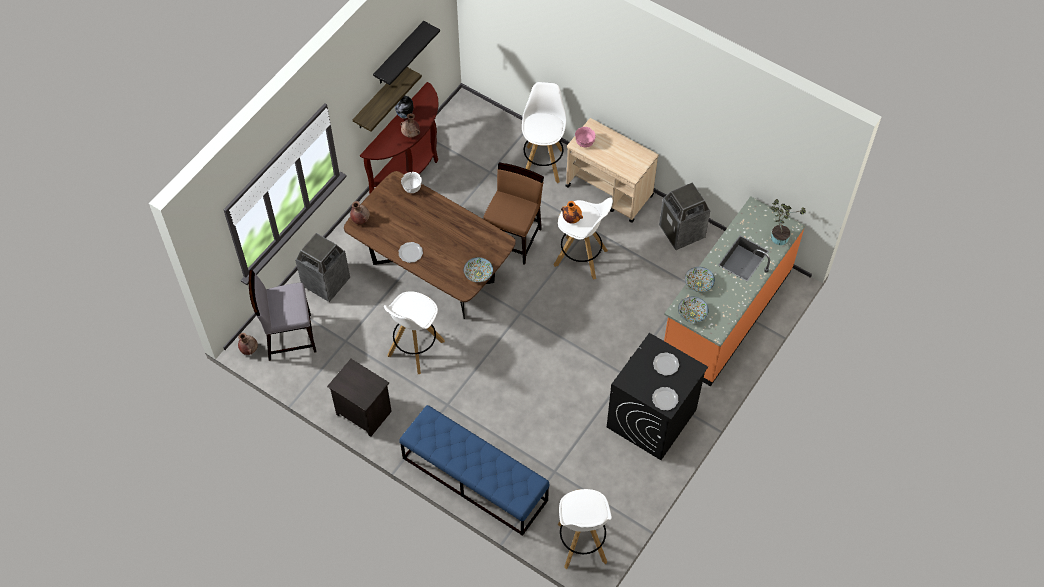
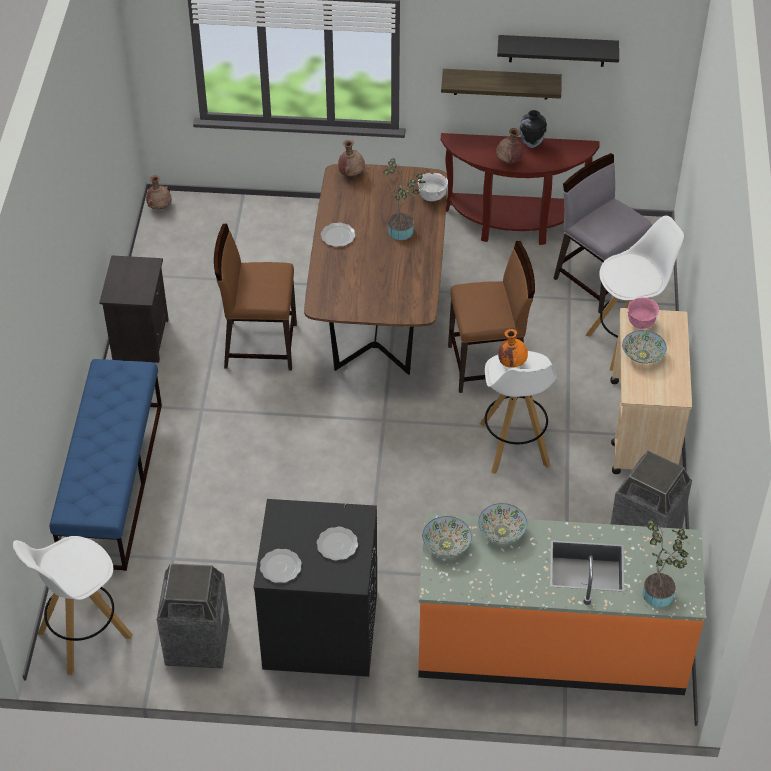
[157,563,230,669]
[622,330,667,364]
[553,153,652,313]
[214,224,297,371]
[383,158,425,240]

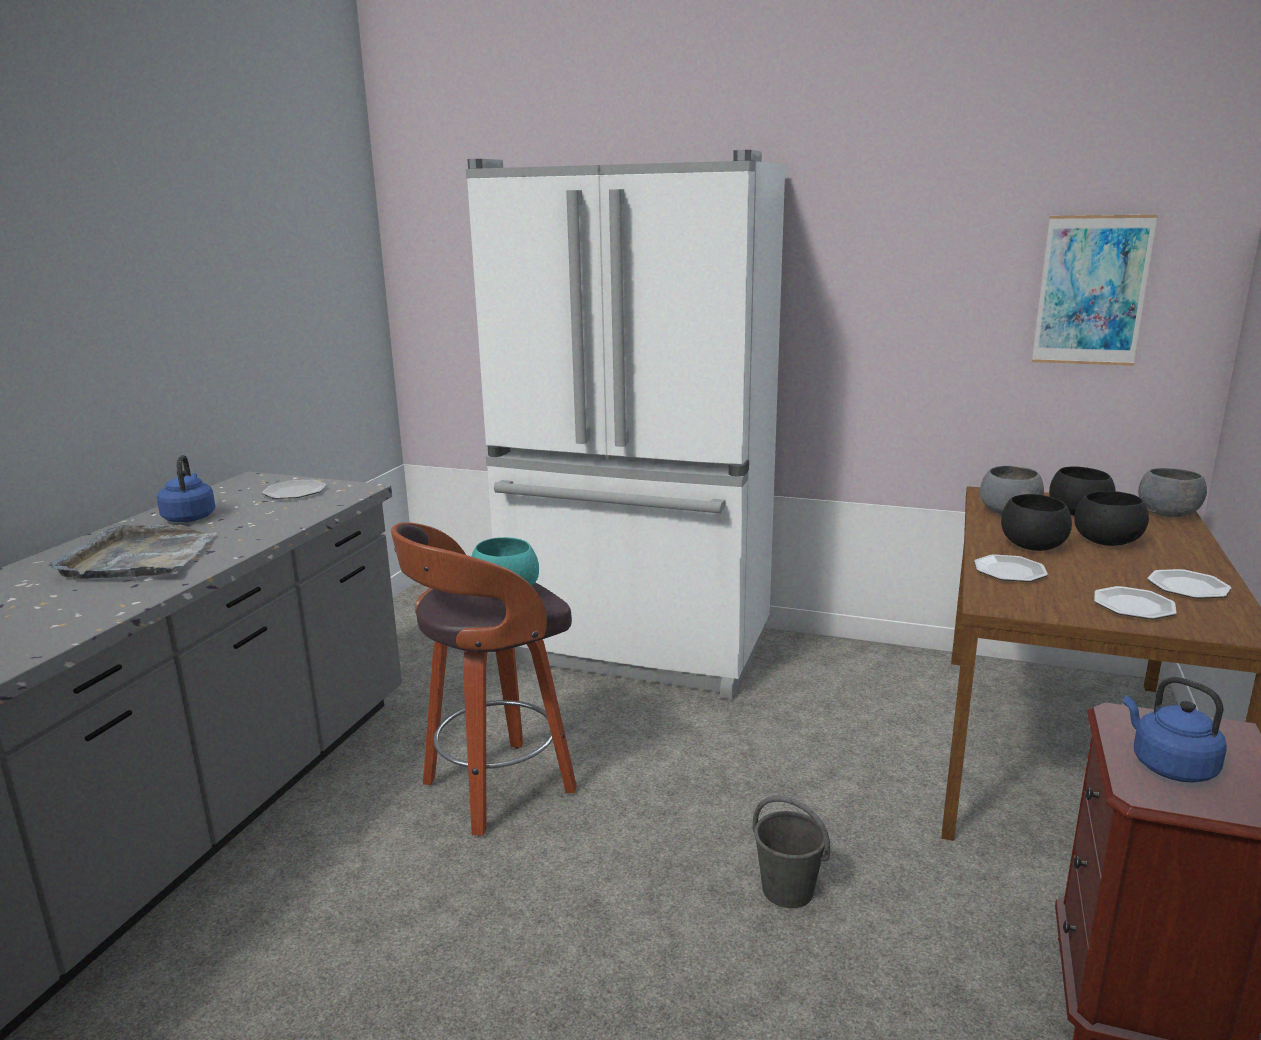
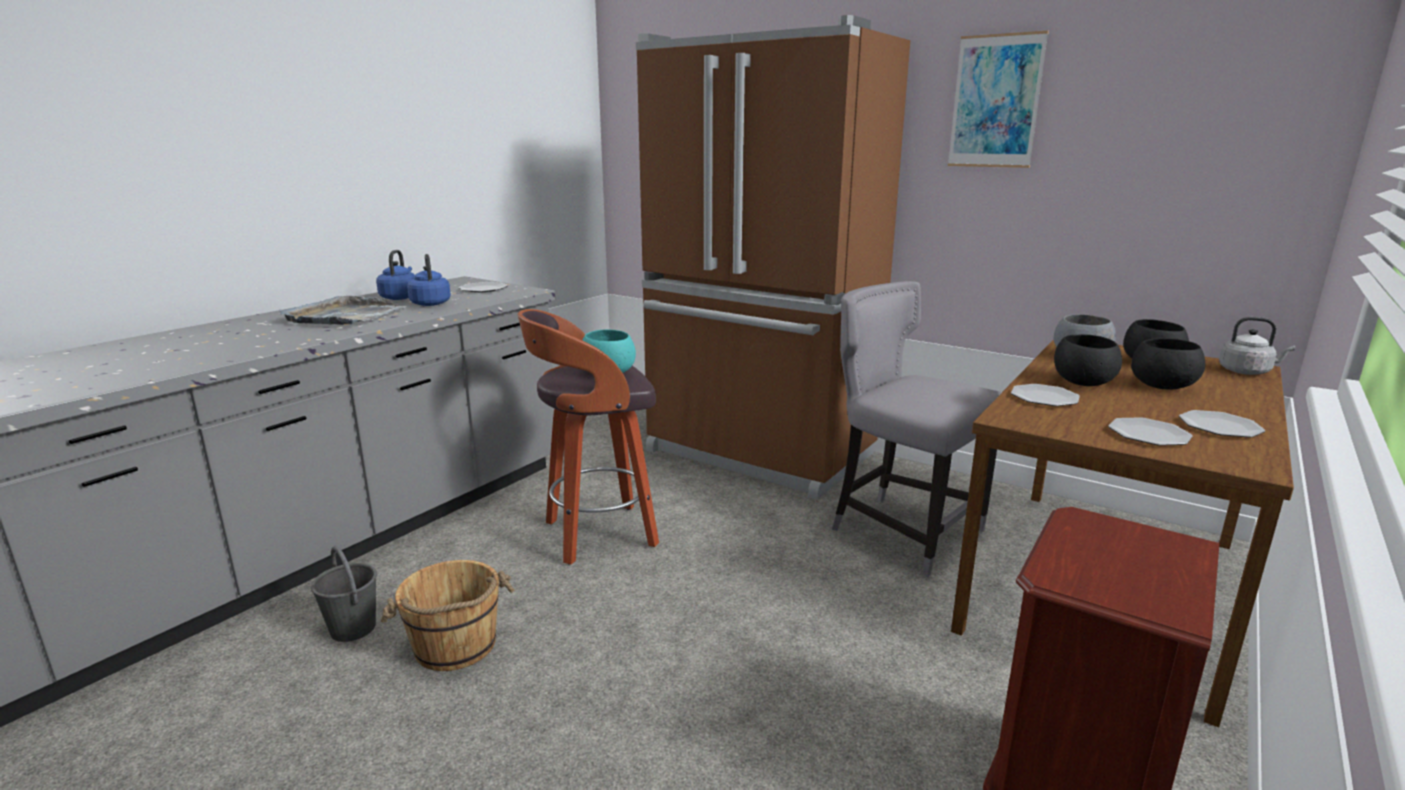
[636,15,910,500]
[948,31,1049,168]
[1219,317,1296,375]
[407,254,451,306]
[311,546,377,642]
[832,281,1002,577]
[381,560,514,671]

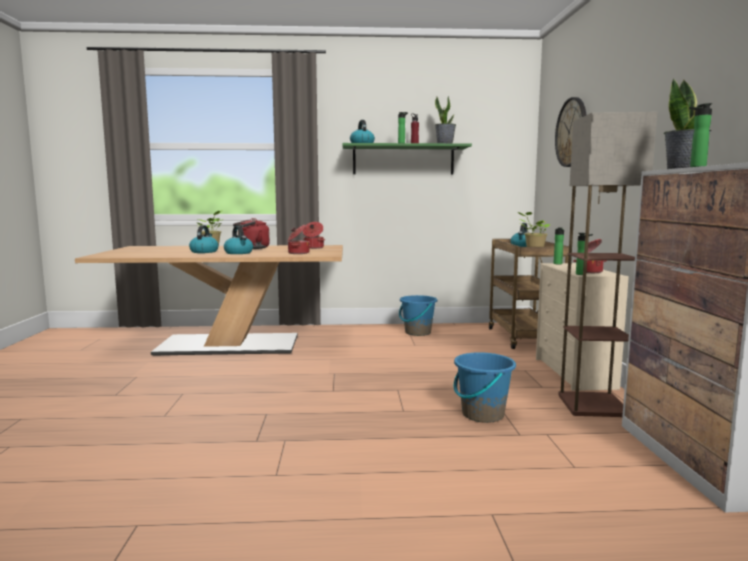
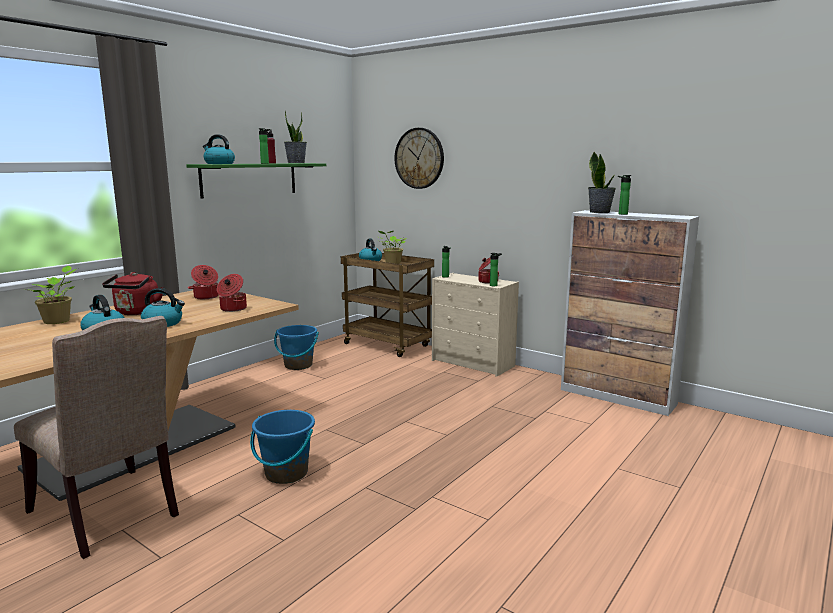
[558,112,657,417] (first image)
[250,410,315,484]
[14,316,179,559]

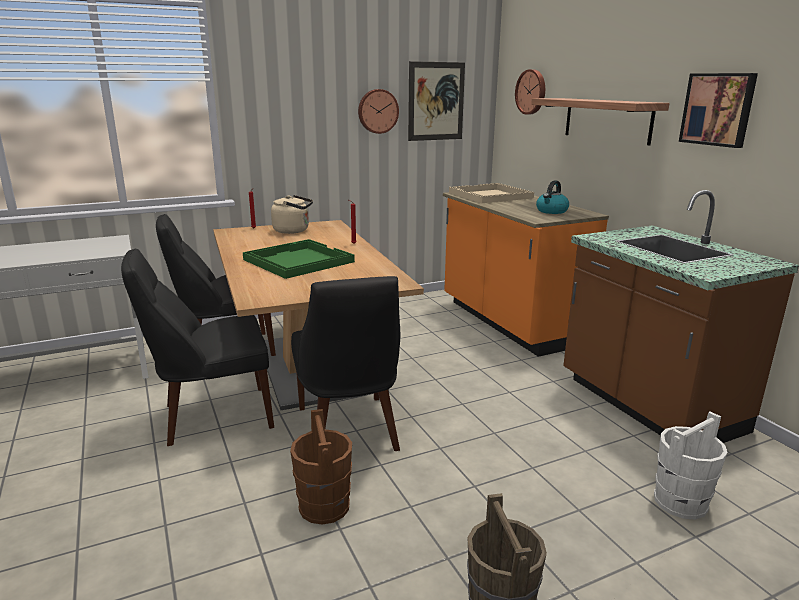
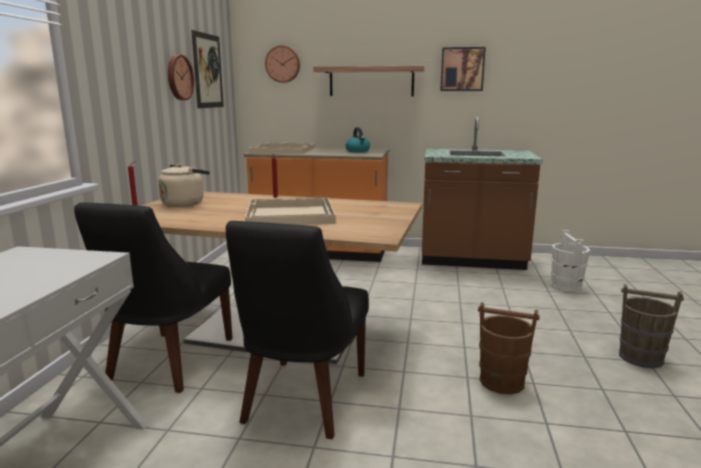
[245,197,336,225]
[291,276,400,451] (first image)

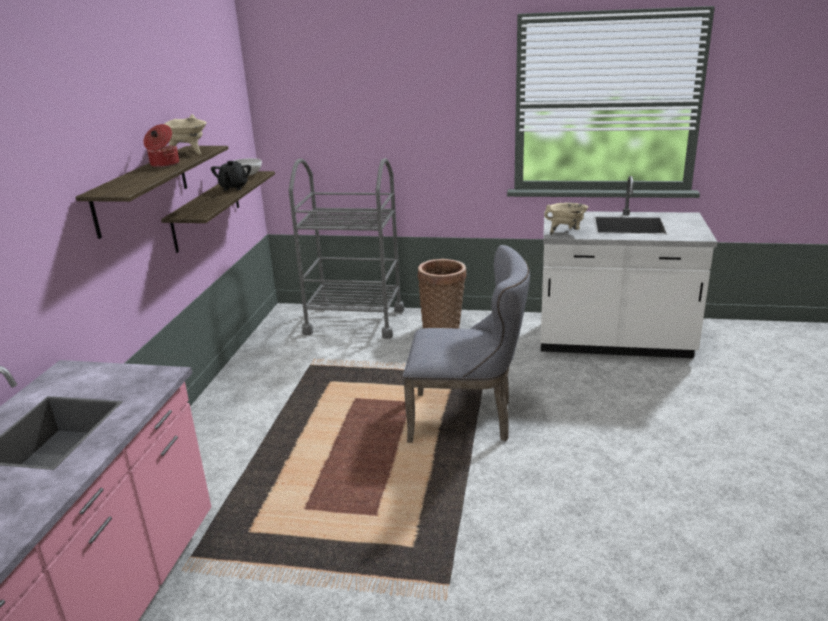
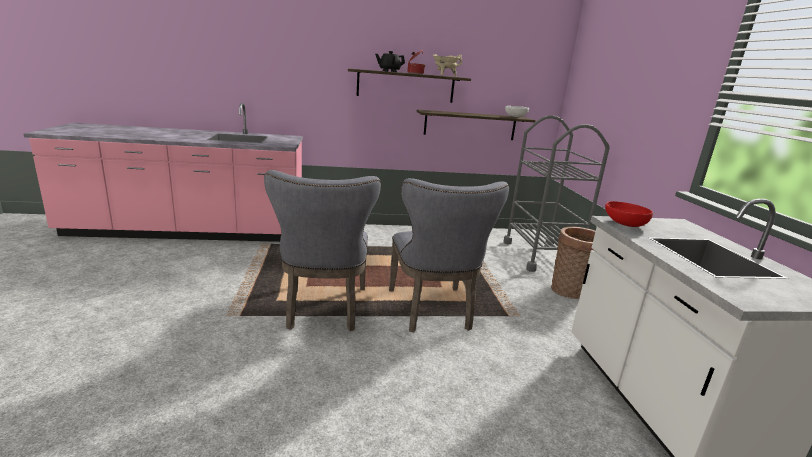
[375,51,405,72]
[605,201,653,227]
[264,170,381,331]

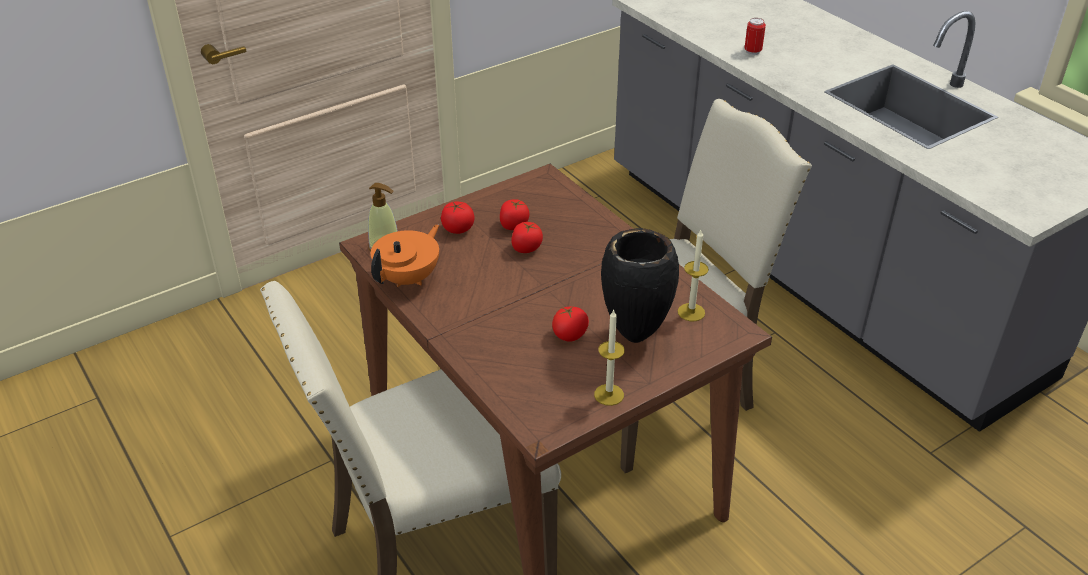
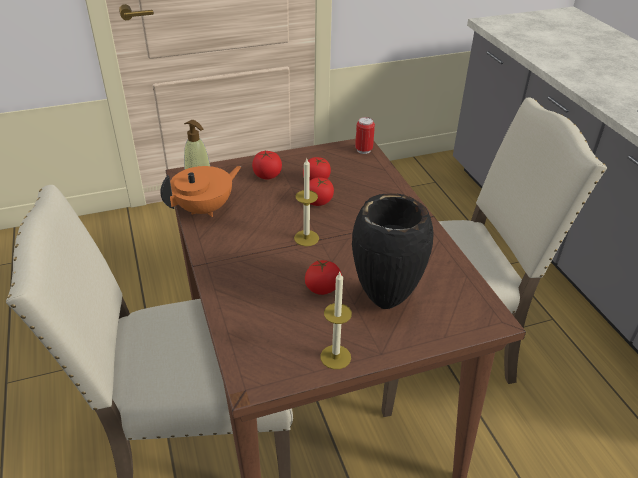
[355,117,375,154]
[294,159,319,246]

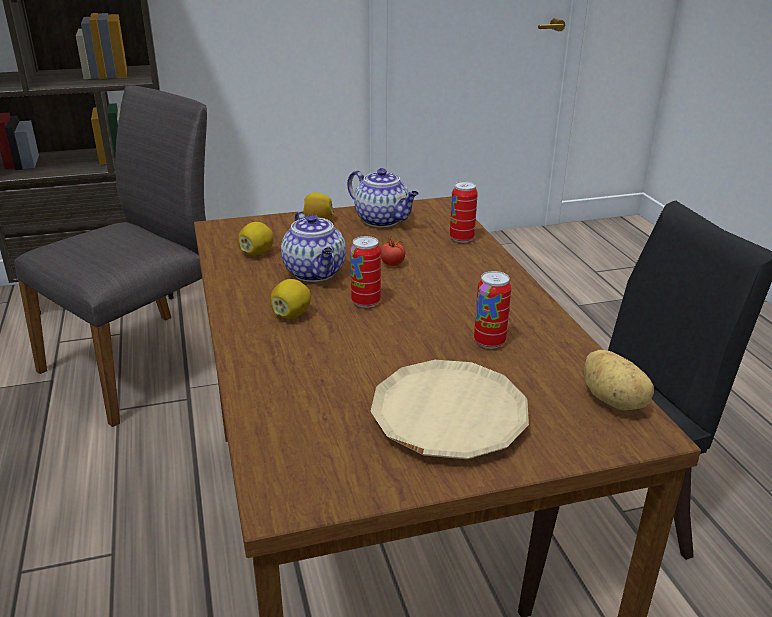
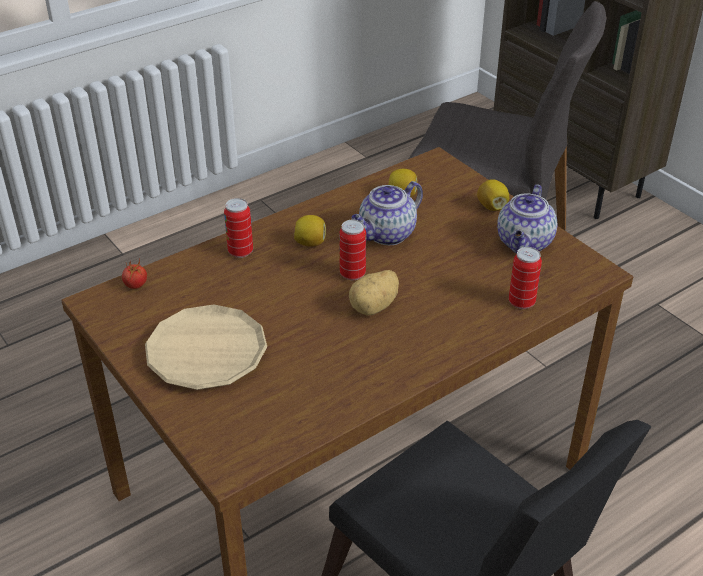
[122,259,147,289]
[224,198,253,258]
[349,270,399,315]

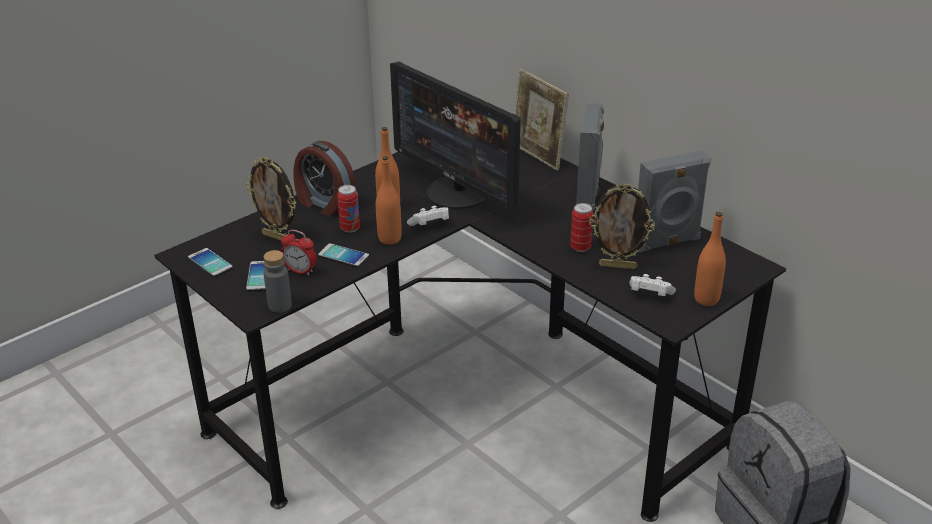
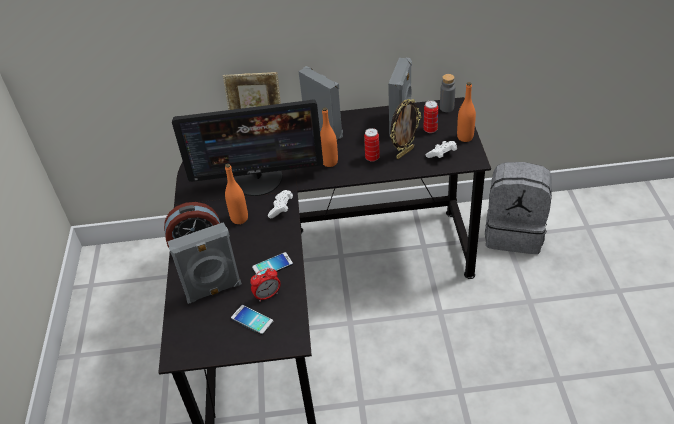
[320,107,338,167]
[167,222,242,304]
[424,100,438,133]
[188,248,233,277] (first image)
[440,74,455,112]

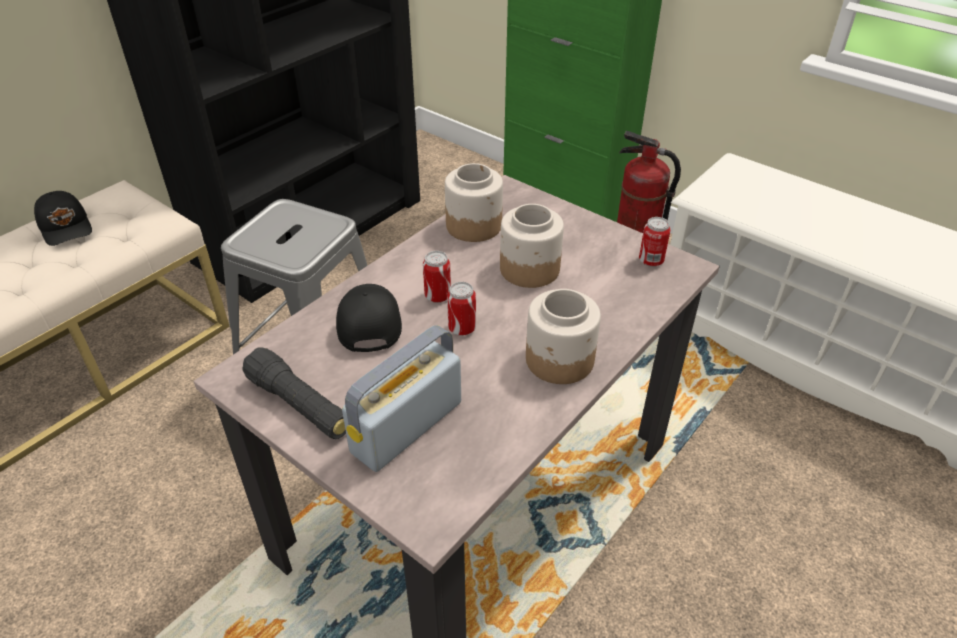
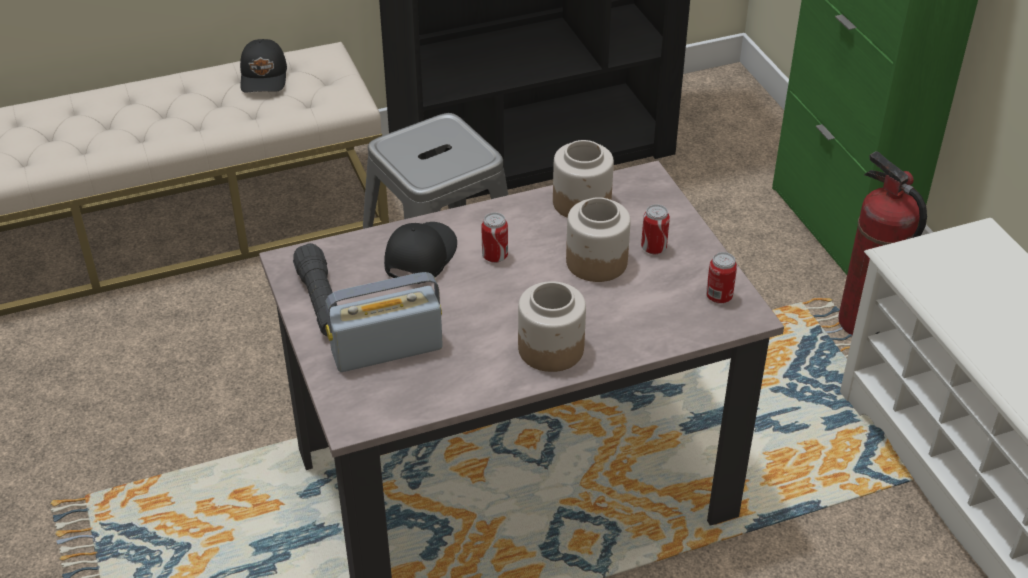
[641,204,670,254]

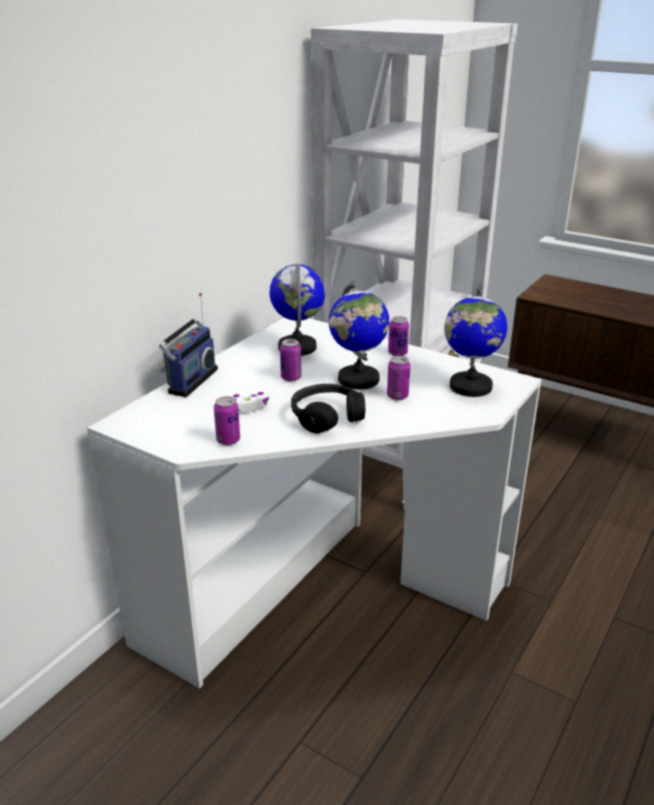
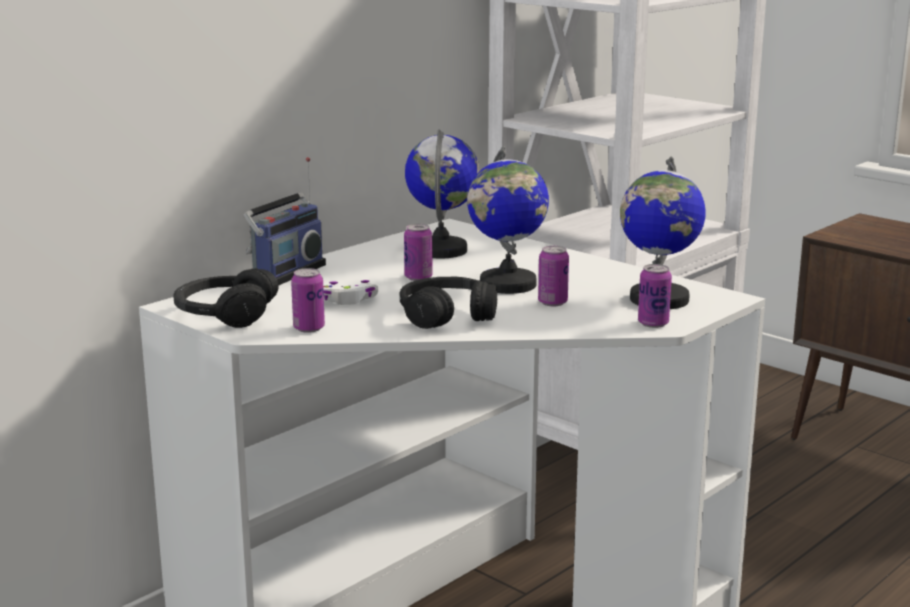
[638,264,672,328]
[173,268,278,328]

